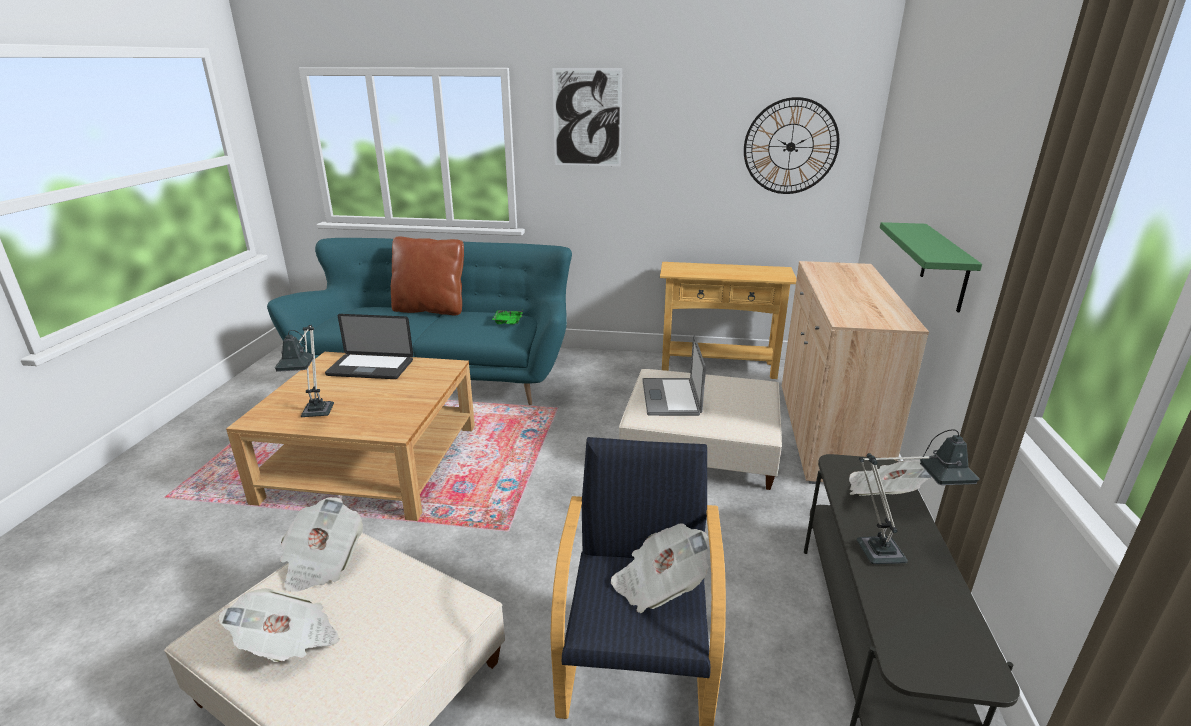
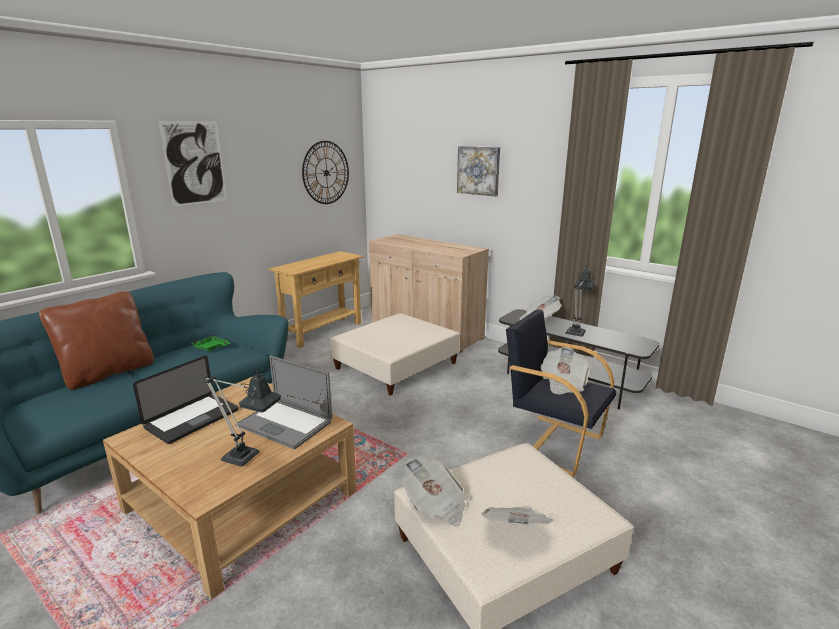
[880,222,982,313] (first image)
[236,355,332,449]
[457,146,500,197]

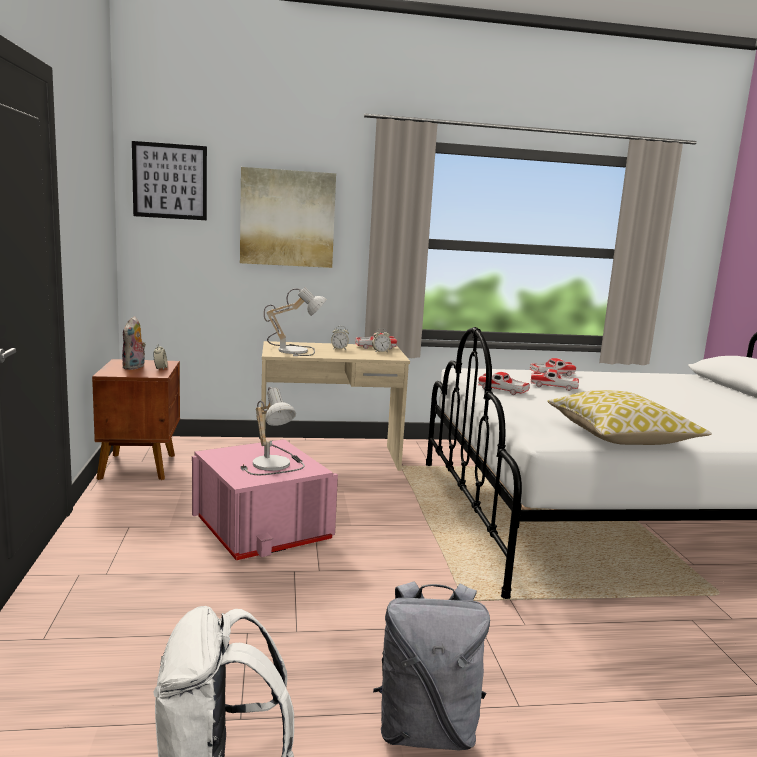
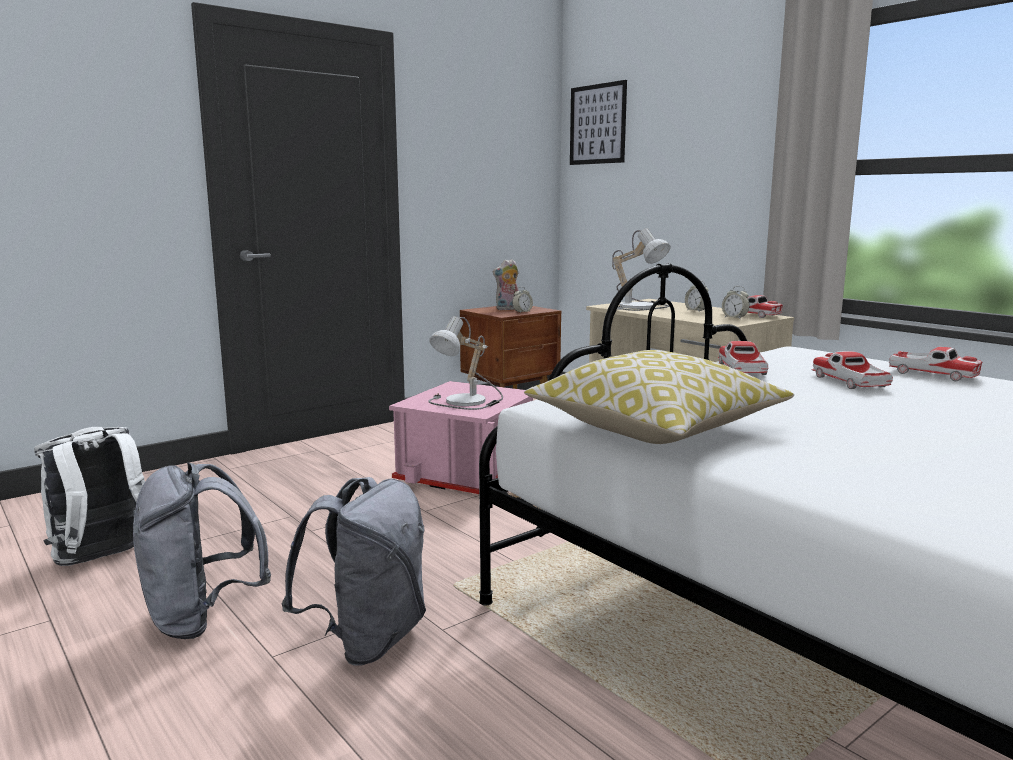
[240,167,336,268] (first image)
[282,477,426,666]

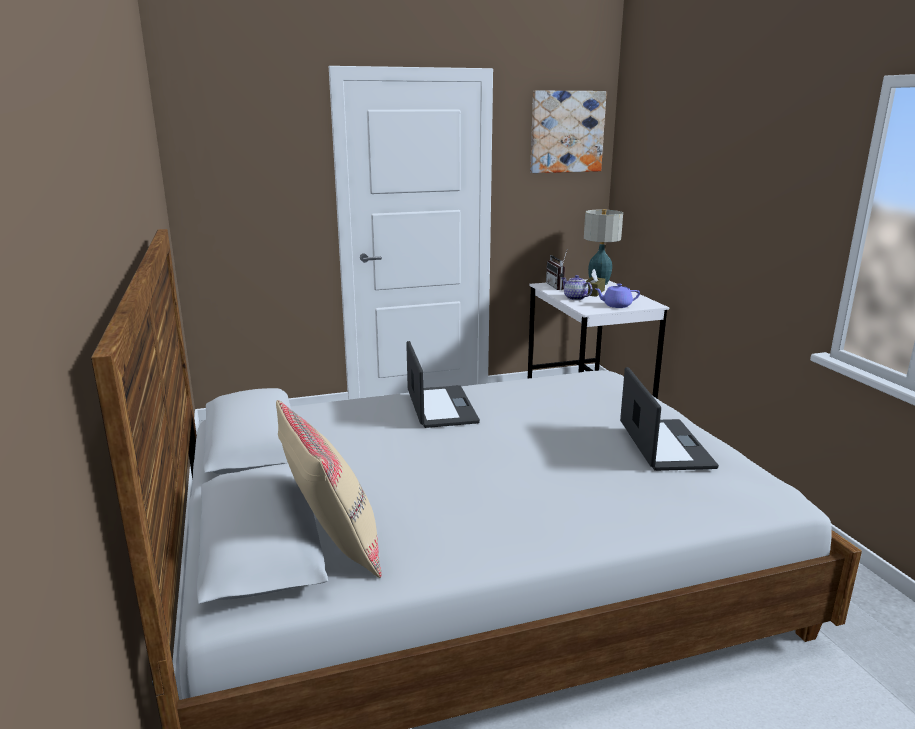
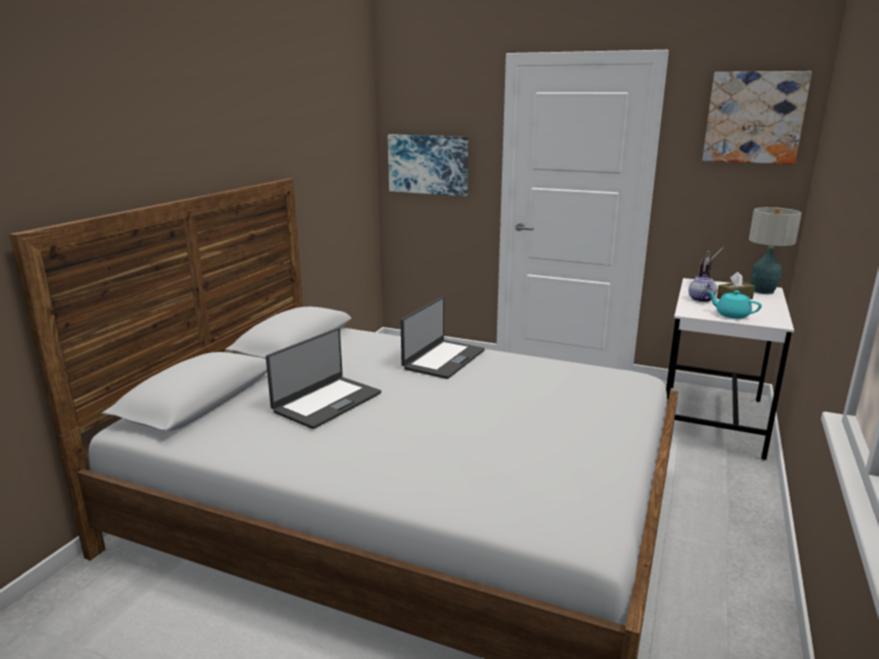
[707,290,762,319]
[266,328,381,429]
[276,400,382,578] (first image)
[388,134,468,196]

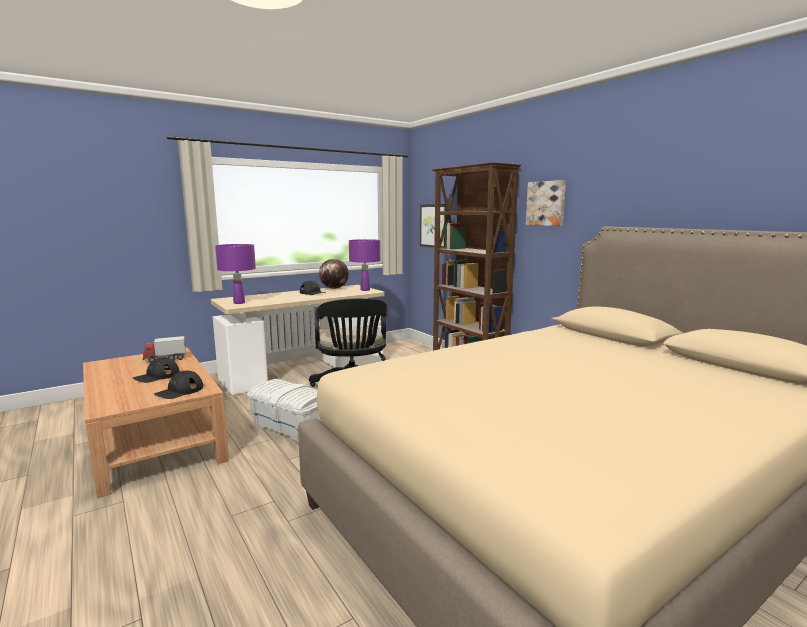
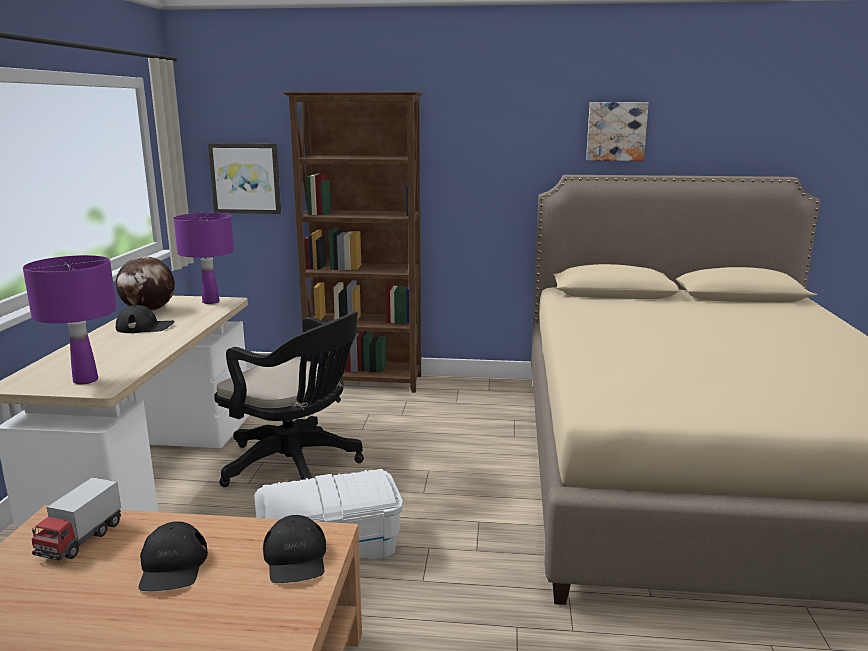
[586,102,649,161]

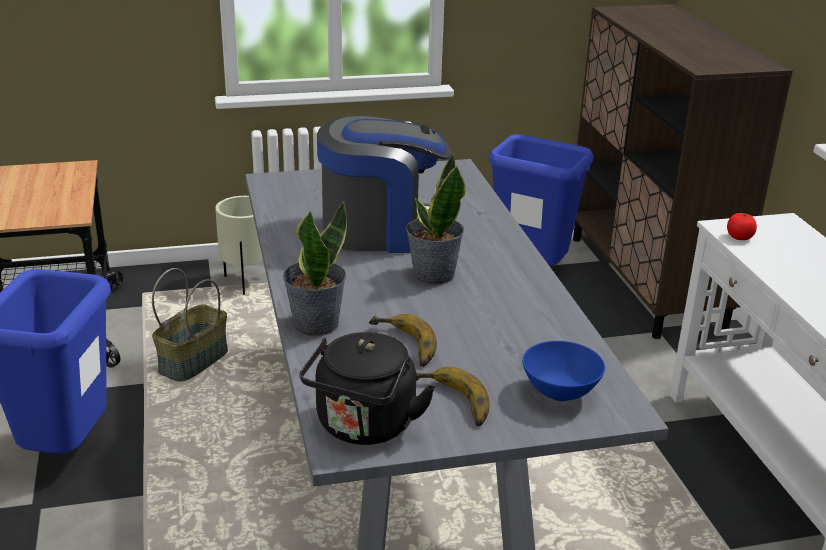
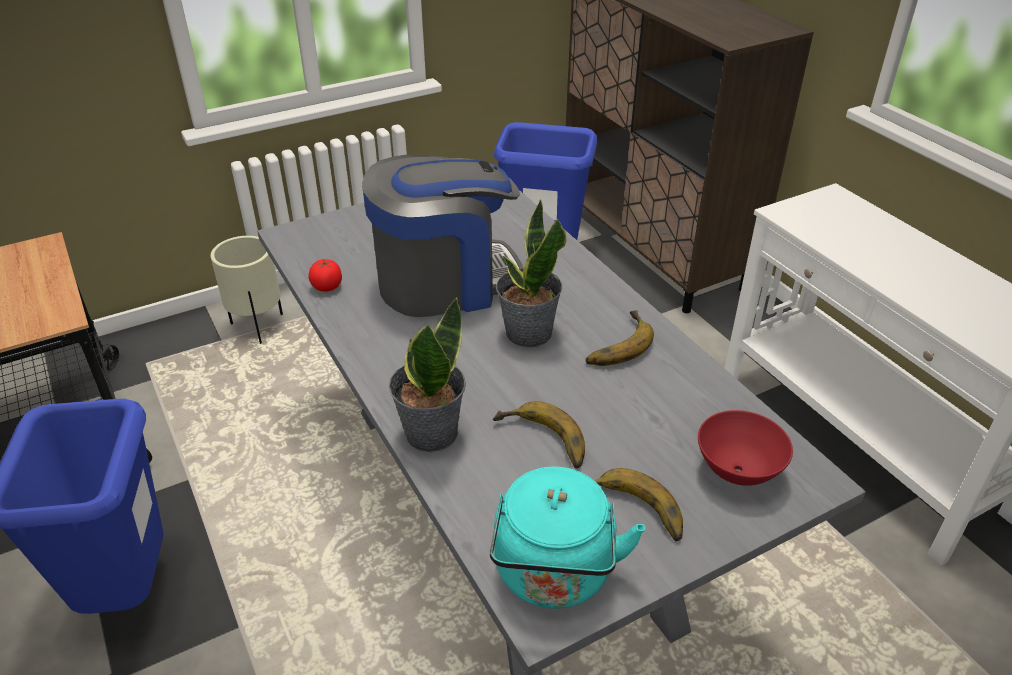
[308,259,342,292]
[152,268,228,381] (first image)
[490,467,645,609]
[698,410,793,486]
[585,310,654,366]

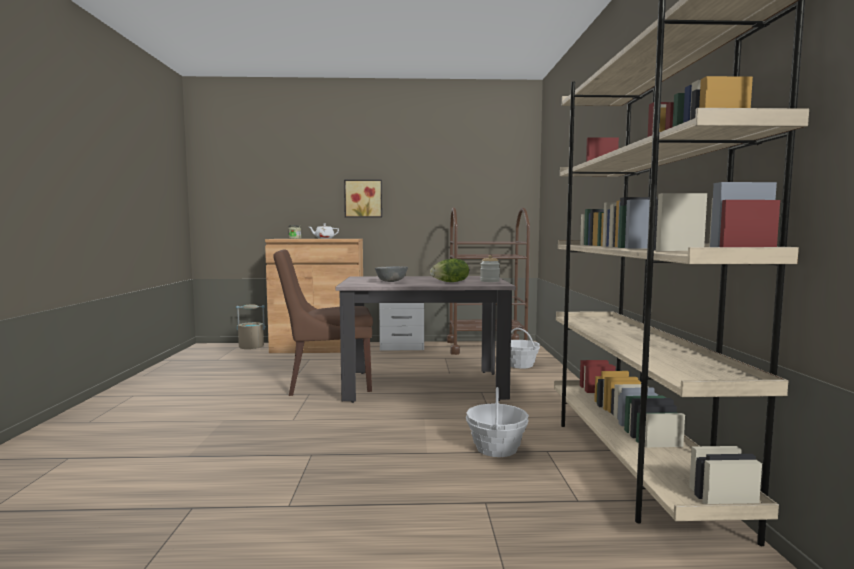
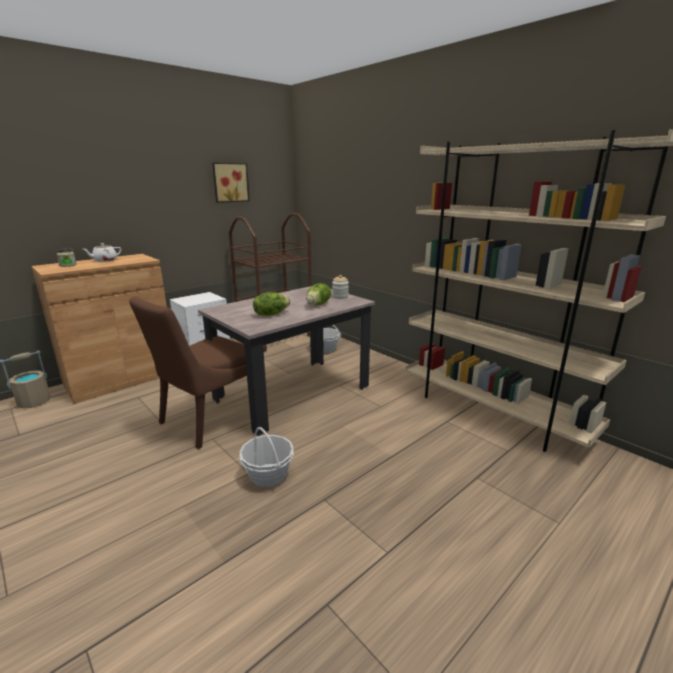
[212,162,250,203]
[253,292,290,316]
[239,427,294,487]

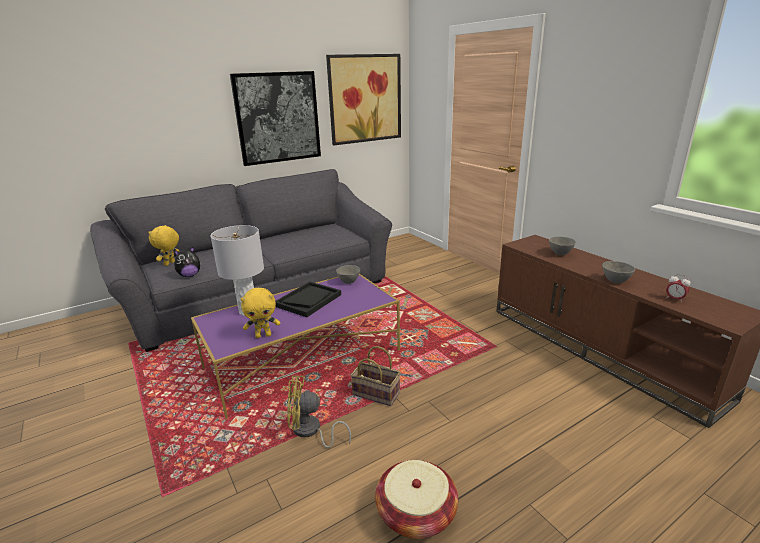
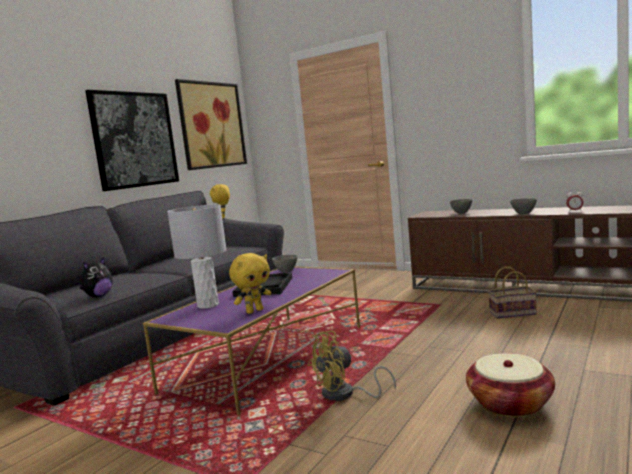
[210,184,230,219]
[488,267,537,319]

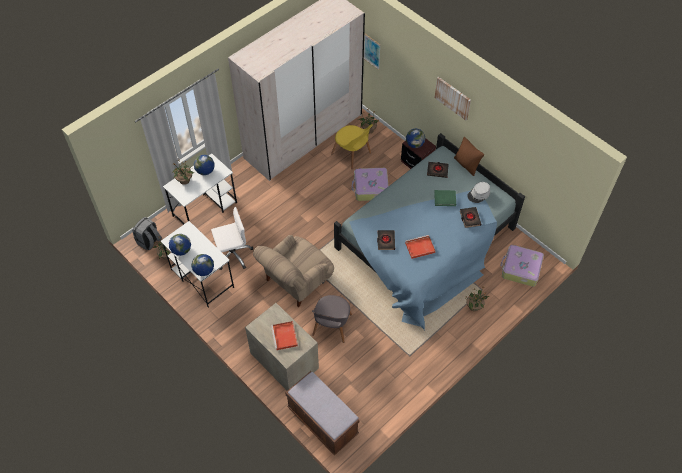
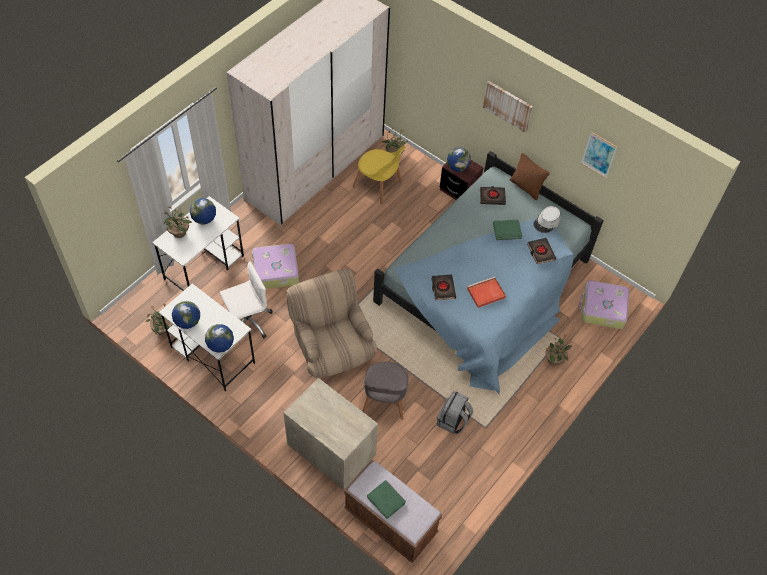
[581,132,617,178]
[252,244,299,289]
[437,391,473,434]
[286,269,377,378]
[271,321,298,350] (first image)
[367,480,406,519]

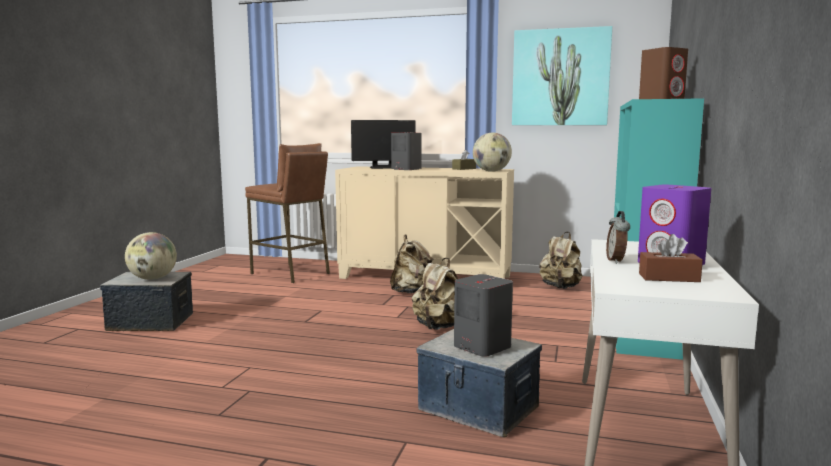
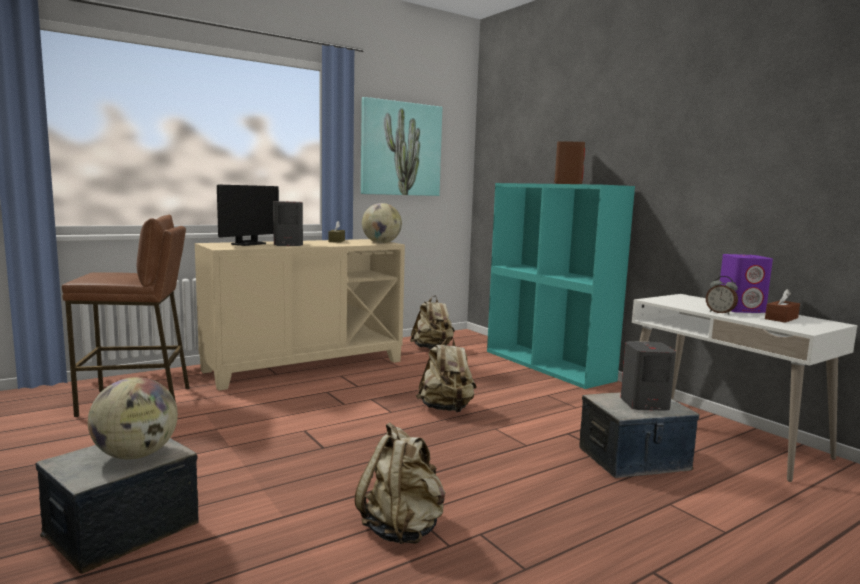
[355,422,445,544]

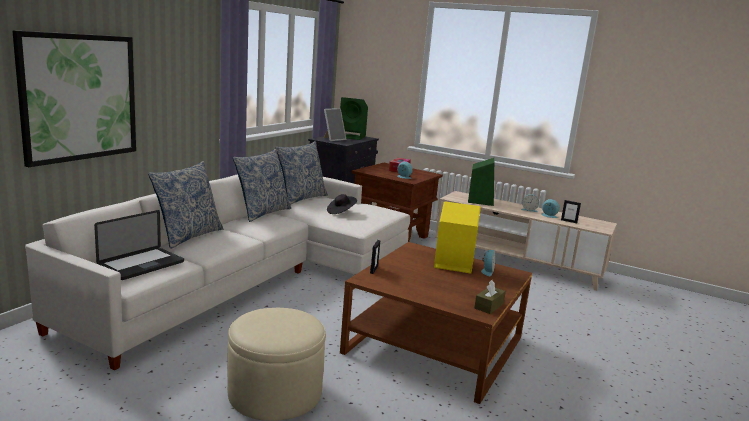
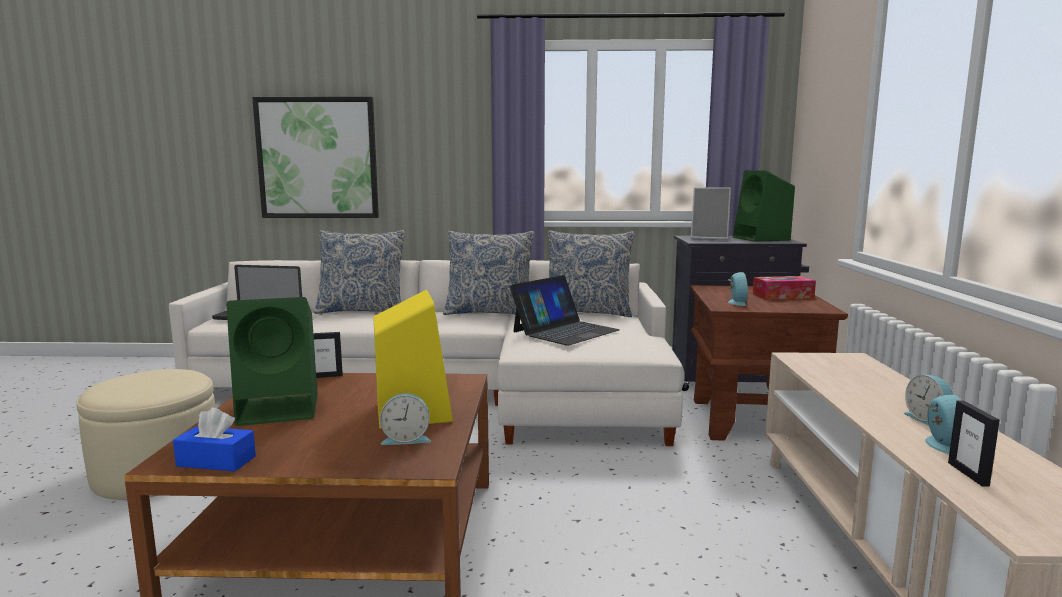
[226,297,318,426]
[510,275,620,346]
[173,408,256,471]

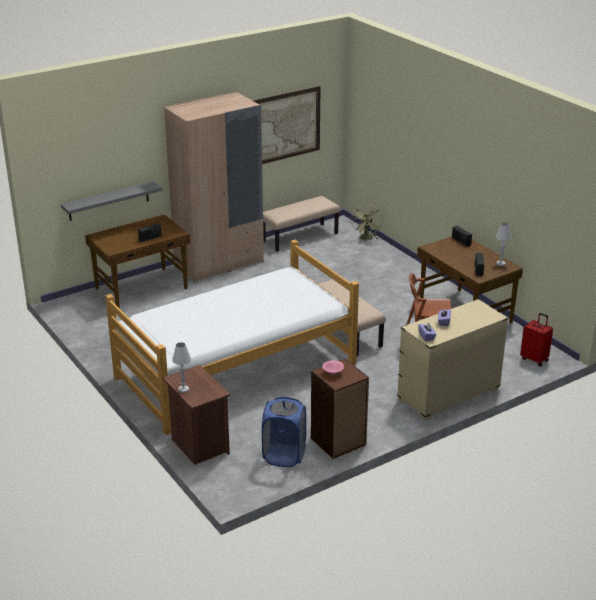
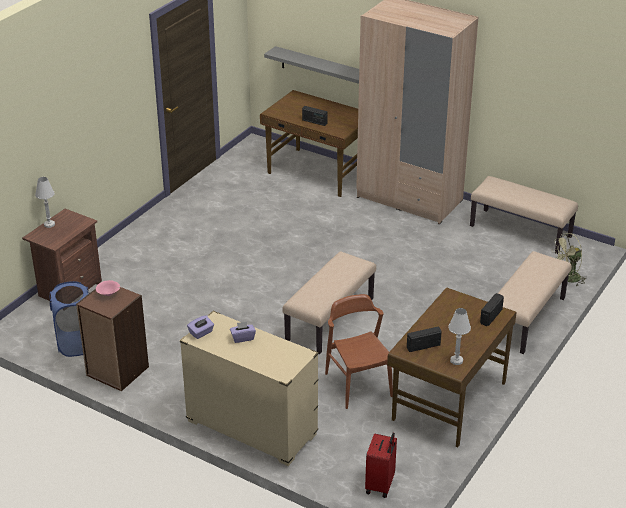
[252,86,321,164] (first image)
[105,240,359,435] (first image)
[498,251,572,354]

